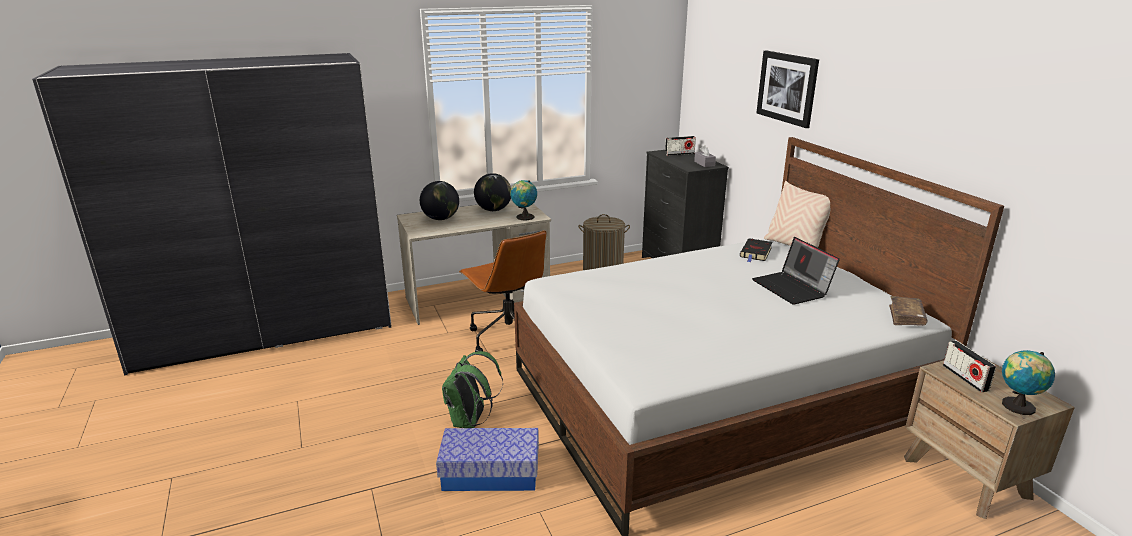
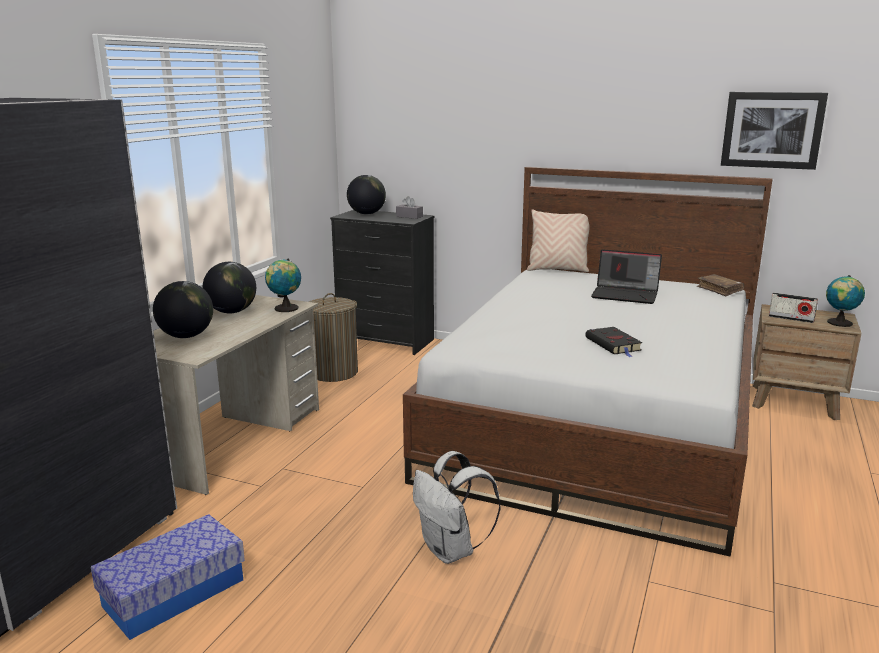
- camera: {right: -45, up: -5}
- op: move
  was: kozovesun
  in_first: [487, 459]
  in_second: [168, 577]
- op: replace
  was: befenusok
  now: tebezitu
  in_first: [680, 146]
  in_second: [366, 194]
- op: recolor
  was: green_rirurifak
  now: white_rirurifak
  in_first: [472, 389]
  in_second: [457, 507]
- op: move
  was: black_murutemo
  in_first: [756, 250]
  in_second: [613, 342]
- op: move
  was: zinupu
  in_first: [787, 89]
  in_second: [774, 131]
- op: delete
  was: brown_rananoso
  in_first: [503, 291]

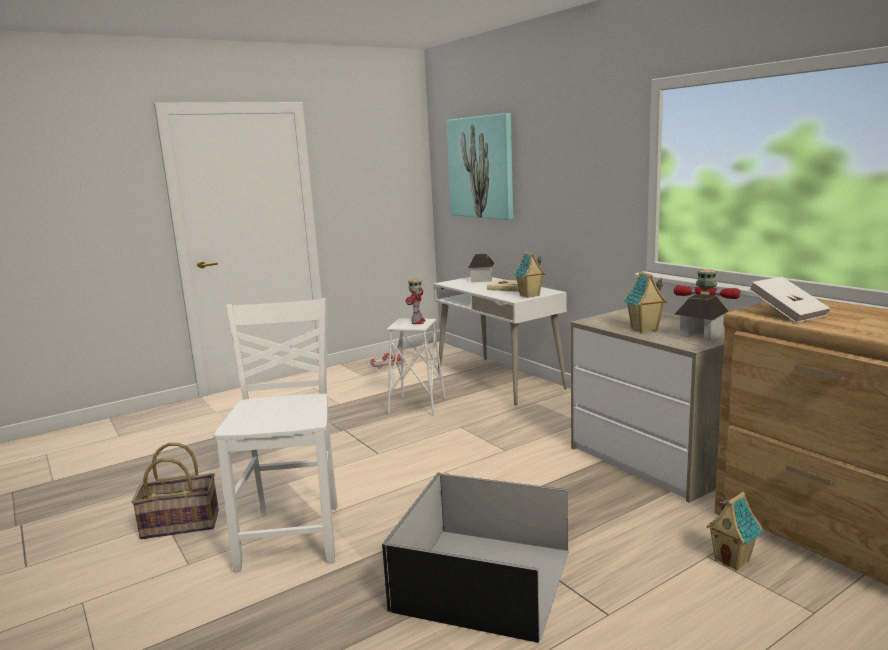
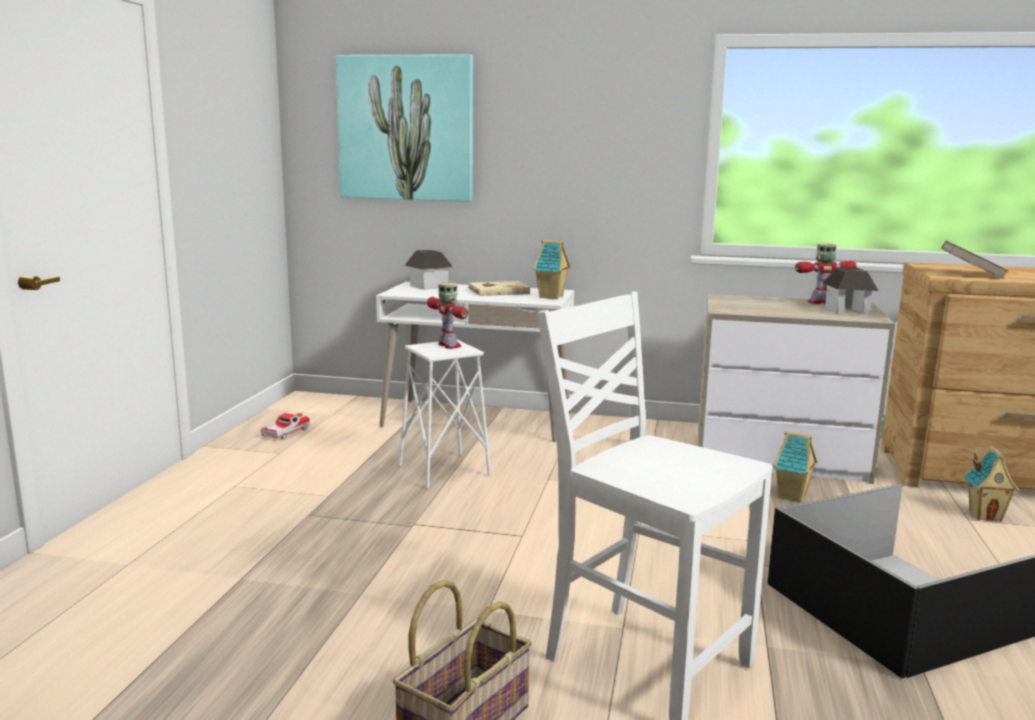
- camera: {right: -45, up: 0}
- op: move
  was: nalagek
  in_first: [645, 302]
  in_second: [795, 467]
- op: recolor
  was: white_murutemo
  now: brown_murutemo
  in_first: [789, 300]
  in_second: [975, 259]

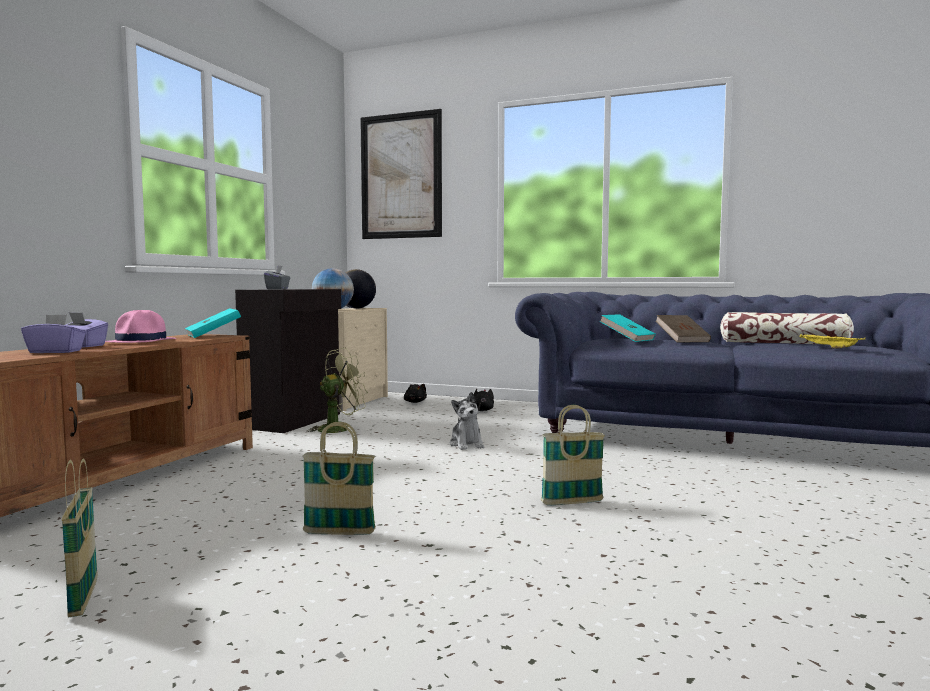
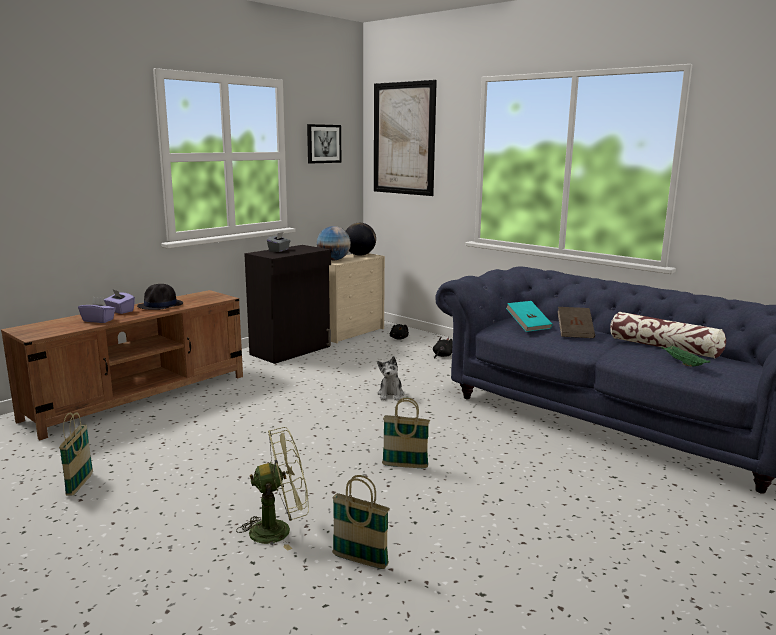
- camera: {right: 20, up: 10}
- op: recolor
  was: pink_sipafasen
  now: black_sipafasen
  in_first: [140, 326]
  in_second: [160, 297]
- op: move
  was: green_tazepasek
  in_first: [337, 390]
  in_second: [272, 489]
- op: insert
  now: zinupu
  in_second: [324, 144]
- op: move
  was: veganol
  in_first: [339, 478]
  in_second: [361, 522]
- op: recolor
  was: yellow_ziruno
  now: green_ziruno
  in_first: [832, 341]
  in_second: [685, 356]
- op: delete
  was: turquoise_murutemo
  in_first: [213, 323]

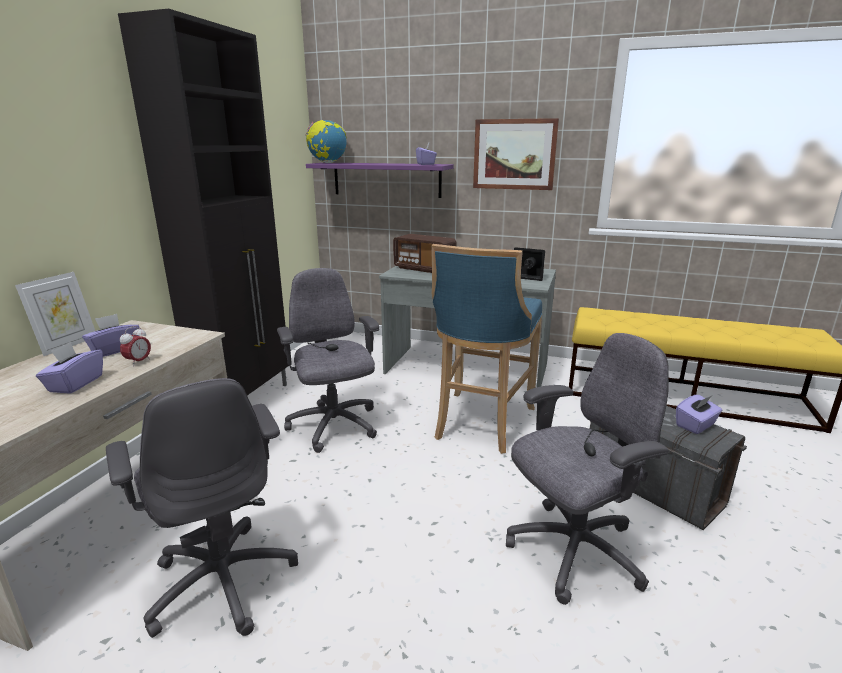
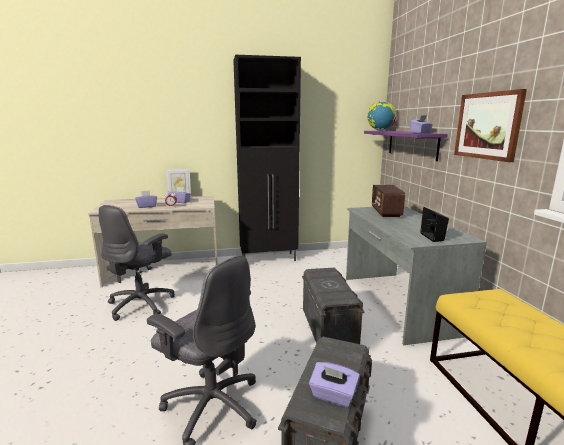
- camera: {right: 60, up: -5}
- op: replace
  was: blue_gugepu
  now: grey_kozovesun
  in_first: [486, 349]
  in_second: [333, 306]
- op: delete
  was: grey_rananoso
  in_first: [328, 360]

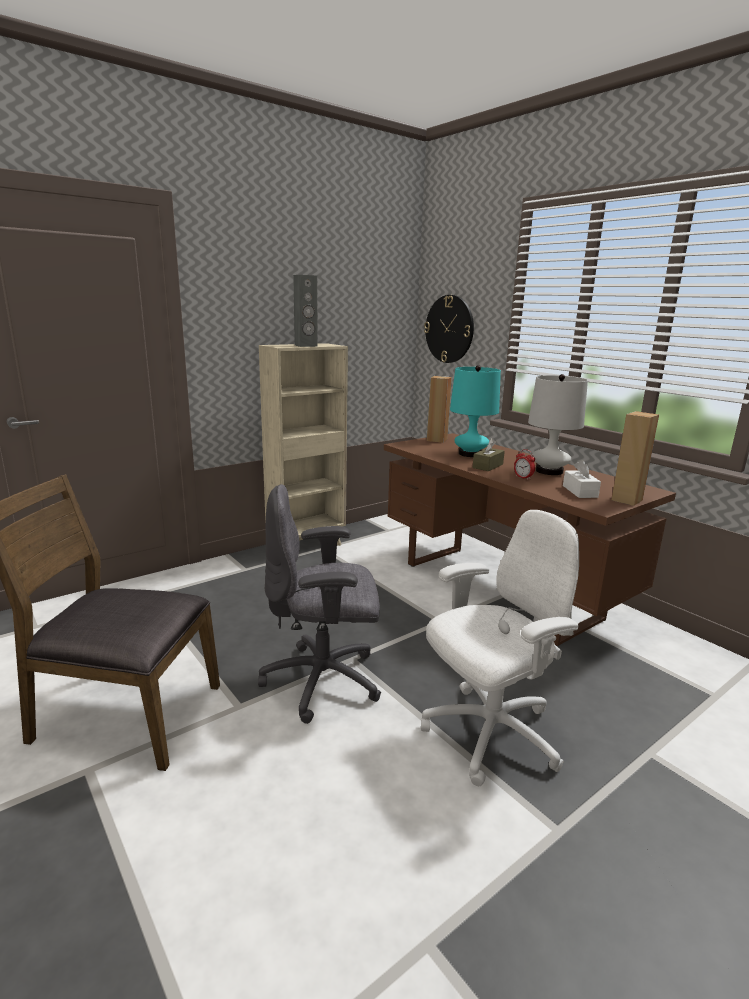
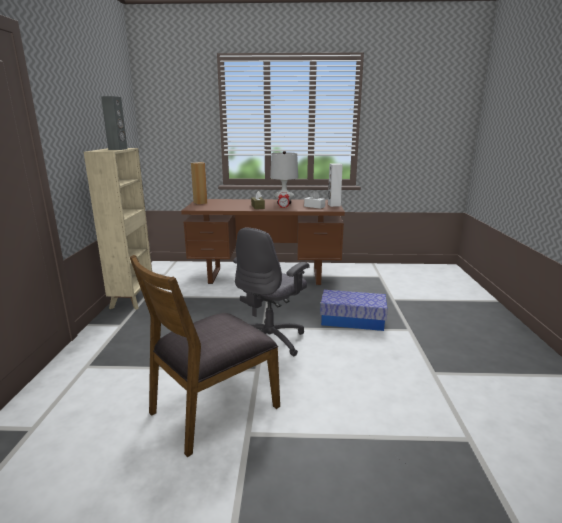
- camera: {right: -50, up: 0}
- op: replace
  was: white_rananoso
  now: kozovesun
  in_first: [500, 648]
  in_second: [354, 310]
- op: recolor
  was: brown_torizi
  now: white_torizi
  in_first: [635, 458]
  in_second: [335, 185]
- op: delete
  was: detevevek
  in_first: [449, 329]
- op: delete
  was: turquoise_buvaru
  in_first: [475, 411]

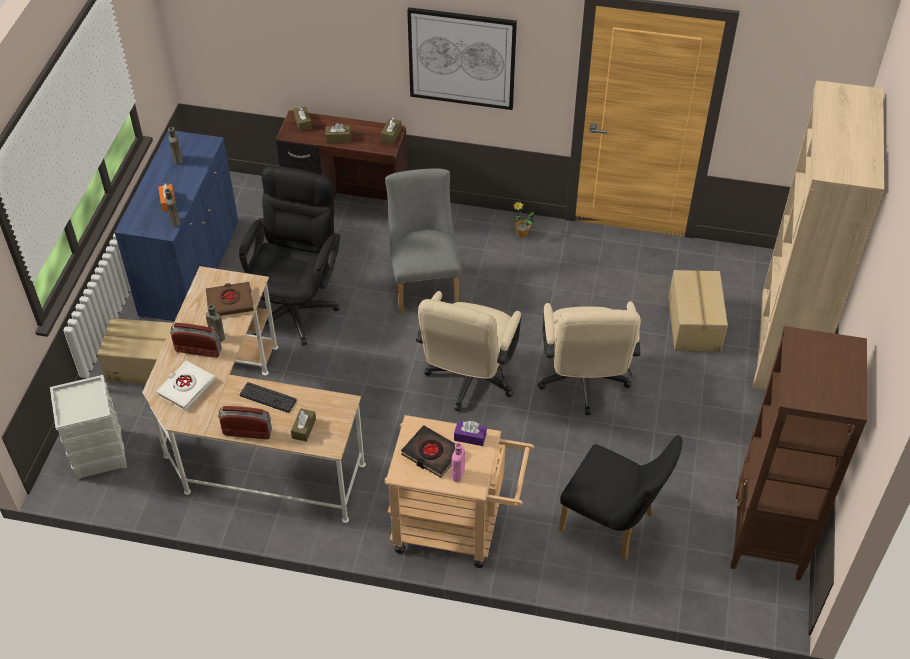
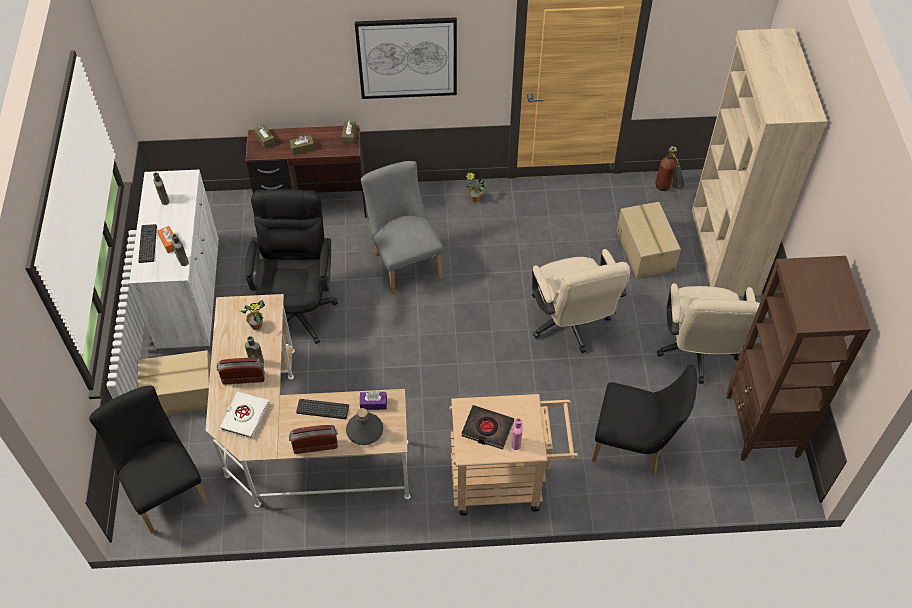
- camera: {right: -15, up: 5}
- op: replace
  was: grey_kozovesun
  now: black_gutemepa
  in_first: [88, 427]
  in_second: [148, 459]
- op: recolor
  was: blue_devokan
  now: white_devokan
  in_first: [176, 226]
  in_second: [174, 259]
- op: insert
  now: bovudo
  in_second: [147, 243]
- op: replace
  was: brown_murutemo
  now: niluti
  in_first: [230, 299]
  in_second: [252, 315]
- op: replace
  was: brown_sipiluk
  now: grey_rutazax
  in_first: [303, 425]
  in_second: [364, 426]
- op: move
  was: purple_sipiluk
  in_first: [470, 433]
  in_second: [373, 400]
- op: insert
  now: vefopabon
  in_second: [670, 168]
- op: move
  was: beige_rananoso
  in_first: [469, 351]
  in_second: [708, 333]

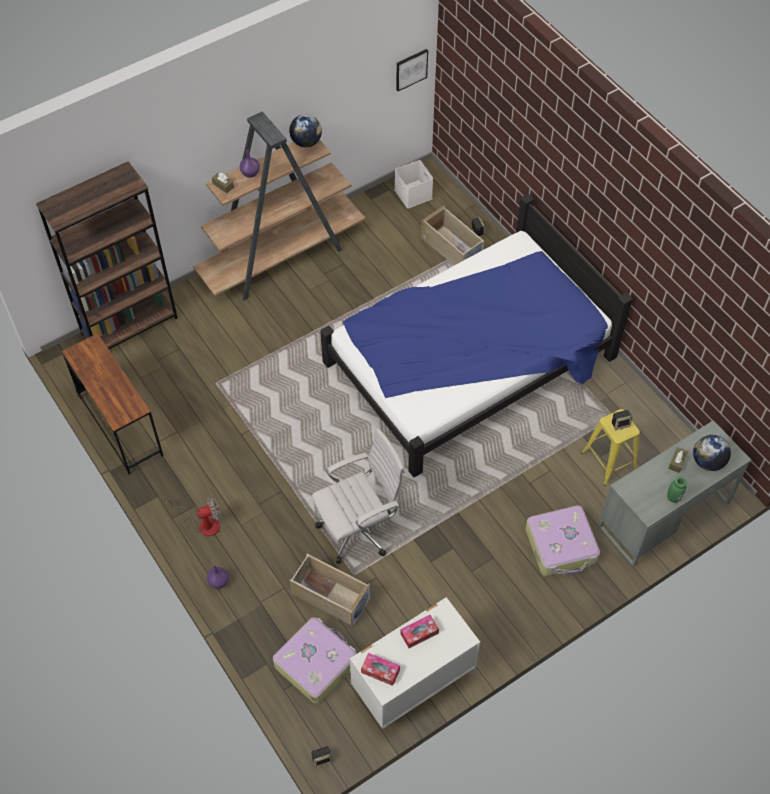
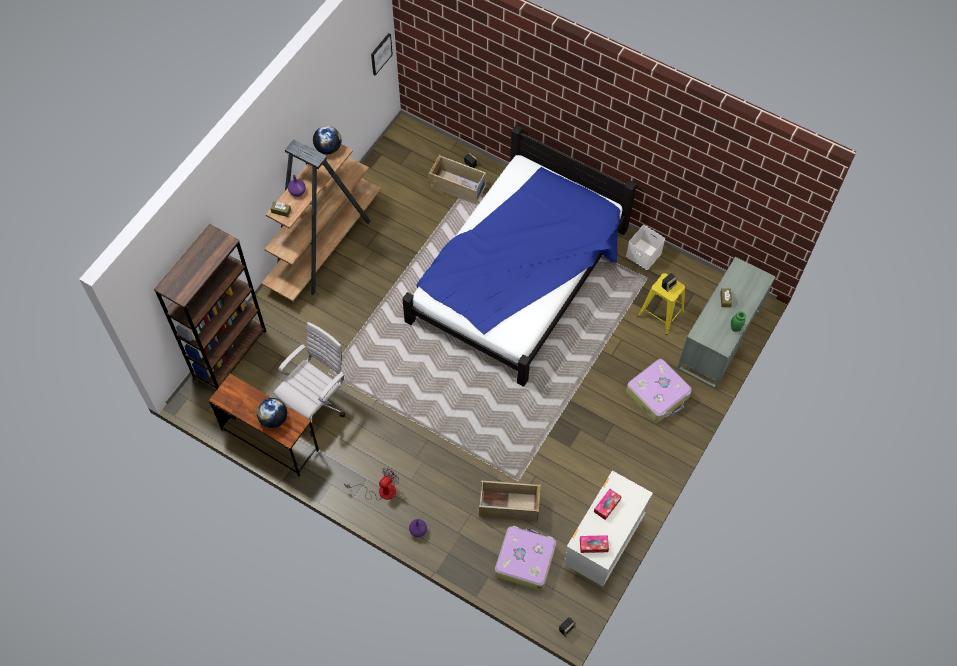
- camera: {right: -25, up: 5}
- op: move
  was: tebezitu
  in_first: [712, 453]
  in_second: [272, 413]
- op: move
  was: white_rananoso
  in_first: [358, 496]
  in_second: [309, 379]
- op: move
  was: white_kozovesun
  in_first: [414, 184]
  in_second: [645, 247]

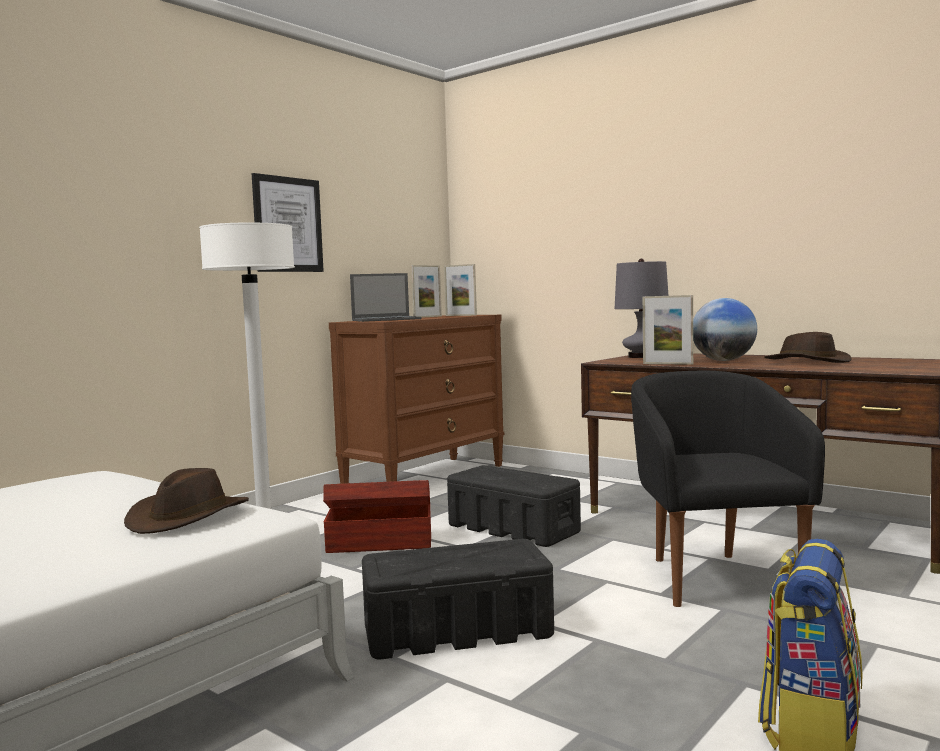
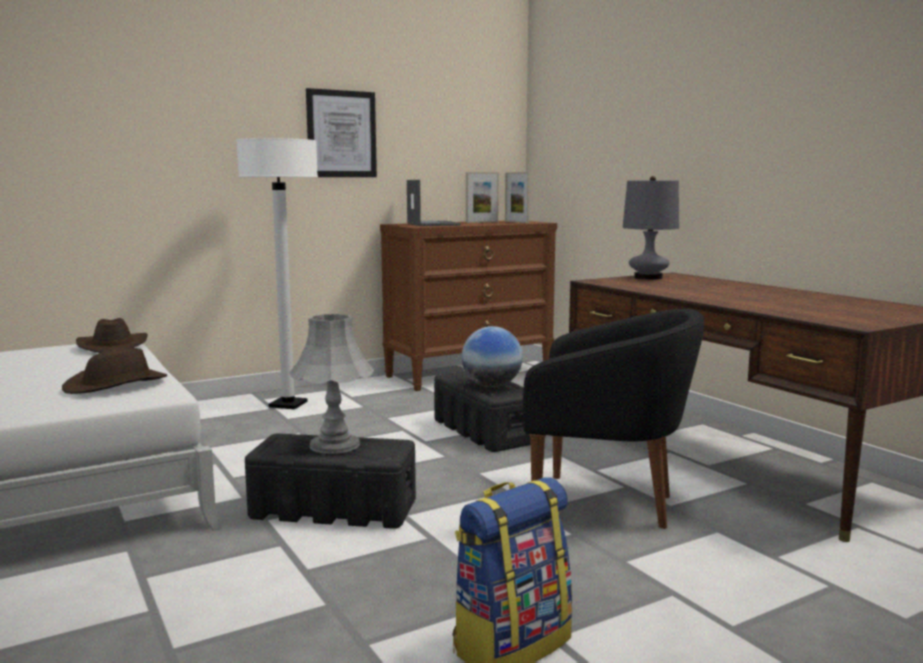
- camera: {right: 20, up: 5}
- op: move
  was: brown_sipafasen
  in_first: [808, 347]
  in_second: [112, 335]
- op: insert
  now: grey_buvaru
  in_second: [331, 384]
- op: rotate
  was: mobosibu
  in_first: [386, 297]
  in_second: [434, 203]
  clockwise: -105
- op: move
  was: tebezitu
  in_first: [725, 329]
  in_second: [492, 356]
- op: rotate
  was: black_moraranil
  in_first: [728, 489]
  in_second: [613, 419]
  clockwise: 90
- op: delete
  was: brown_kozovesun
  in_first: [377, 516]
- op: delete
  was: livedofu
  in_first: [668, 330]

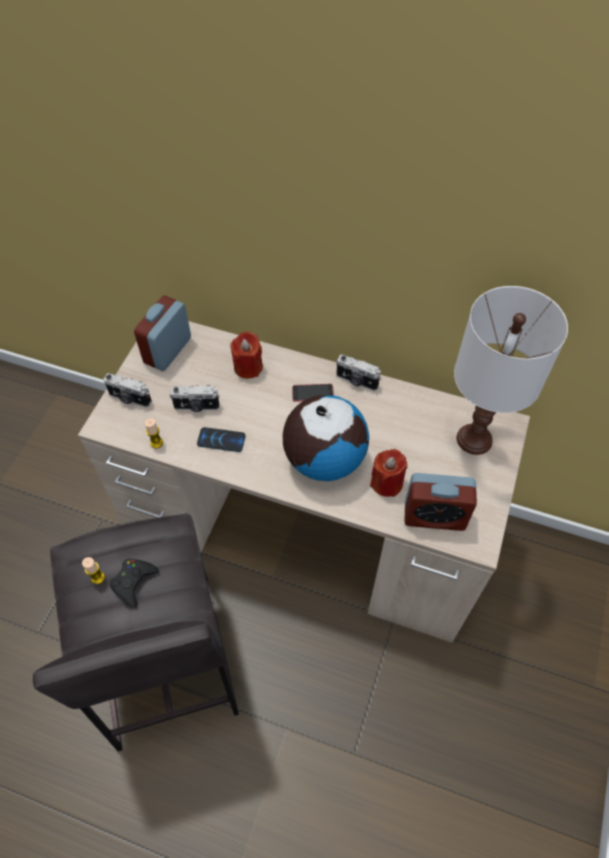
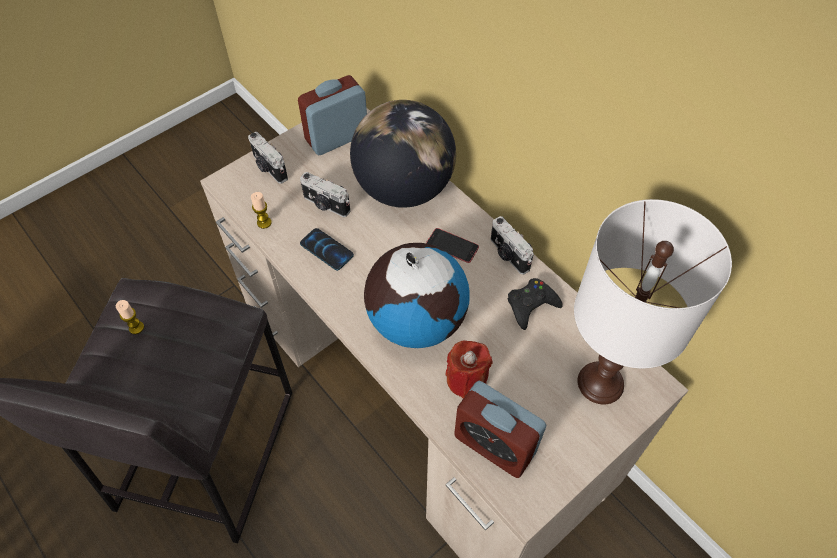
- camera: {right: 30, up: 0}
- op: replace
  was: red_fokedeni
  now: tebezitu
  in_first: [246, 355]
  in_second: [403, 154]
- op: move
  was: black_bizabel
  in_first: [134, 583]
  in_second: [535, 304]

